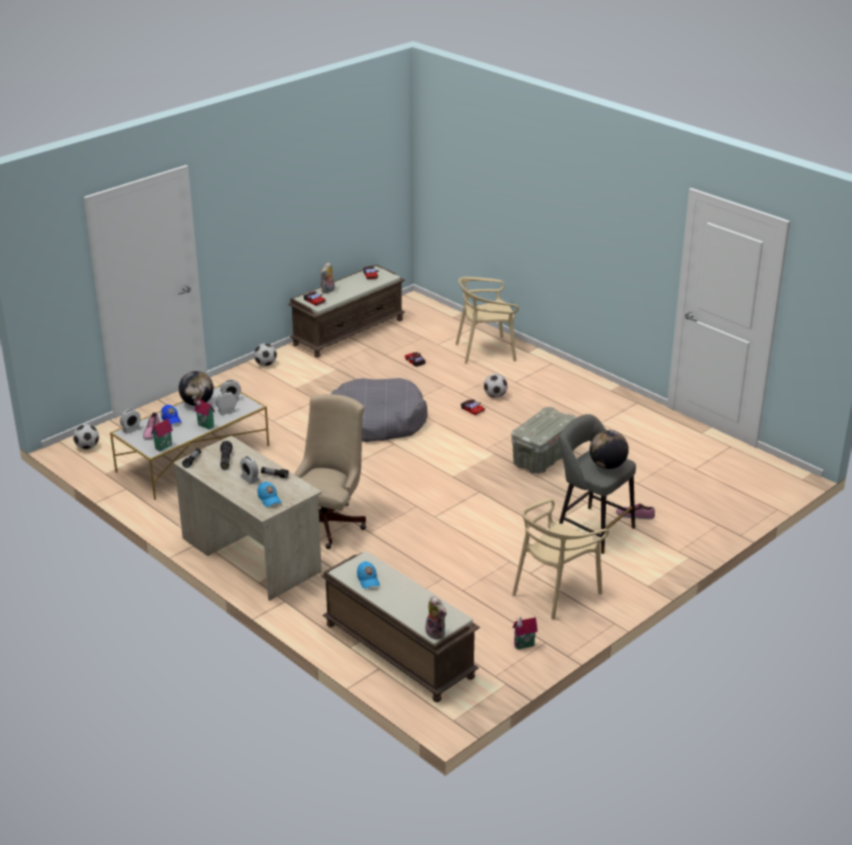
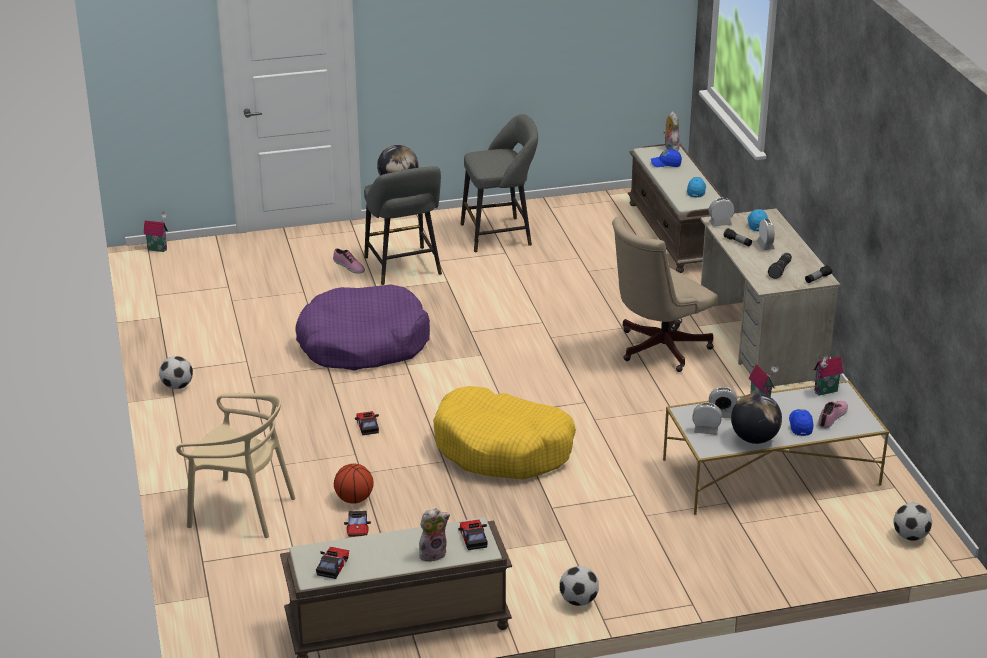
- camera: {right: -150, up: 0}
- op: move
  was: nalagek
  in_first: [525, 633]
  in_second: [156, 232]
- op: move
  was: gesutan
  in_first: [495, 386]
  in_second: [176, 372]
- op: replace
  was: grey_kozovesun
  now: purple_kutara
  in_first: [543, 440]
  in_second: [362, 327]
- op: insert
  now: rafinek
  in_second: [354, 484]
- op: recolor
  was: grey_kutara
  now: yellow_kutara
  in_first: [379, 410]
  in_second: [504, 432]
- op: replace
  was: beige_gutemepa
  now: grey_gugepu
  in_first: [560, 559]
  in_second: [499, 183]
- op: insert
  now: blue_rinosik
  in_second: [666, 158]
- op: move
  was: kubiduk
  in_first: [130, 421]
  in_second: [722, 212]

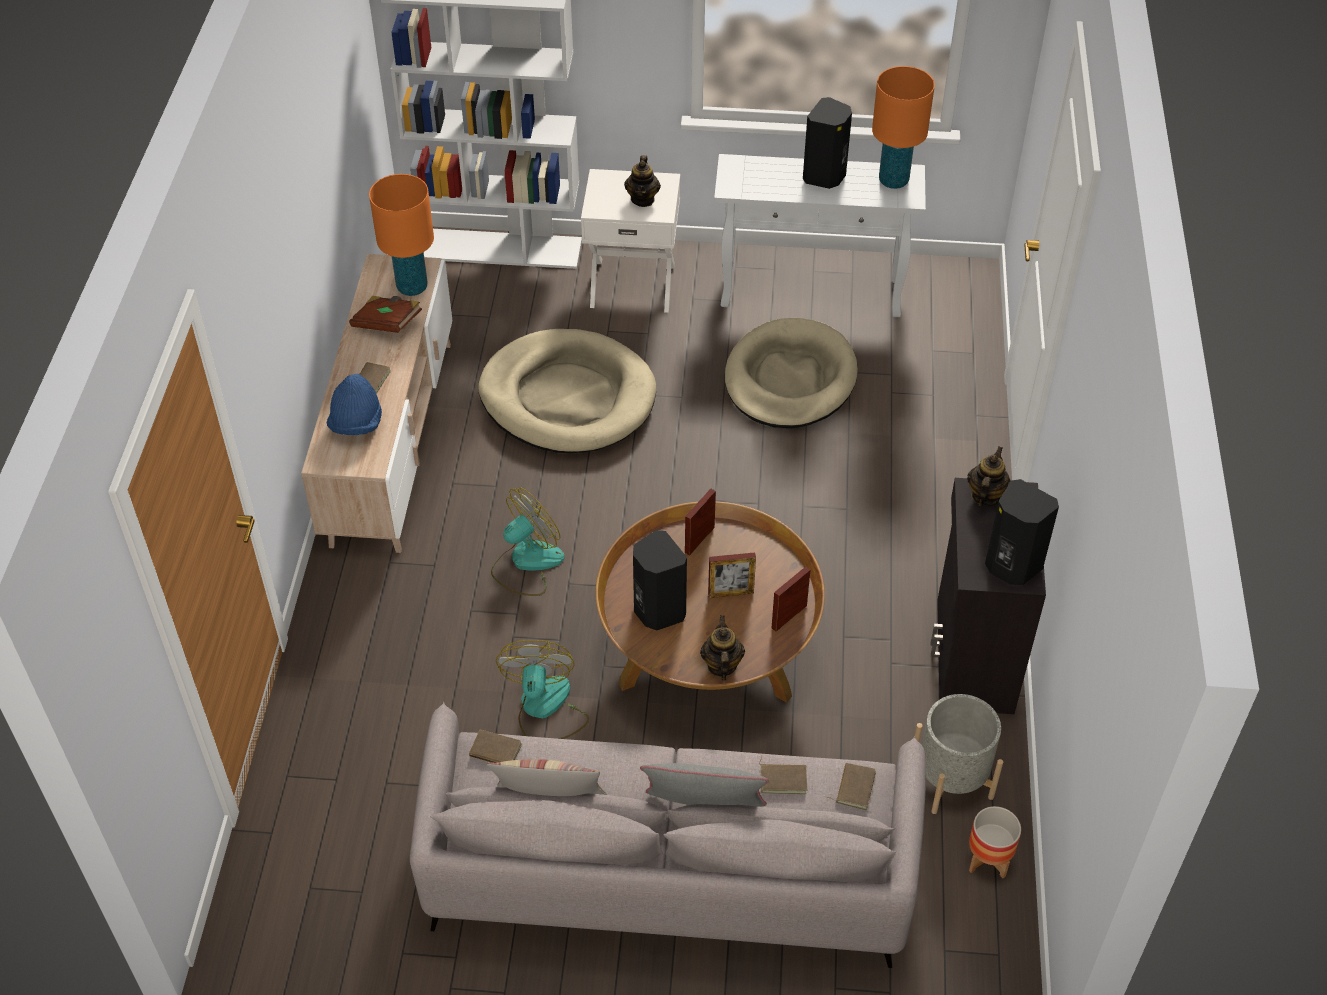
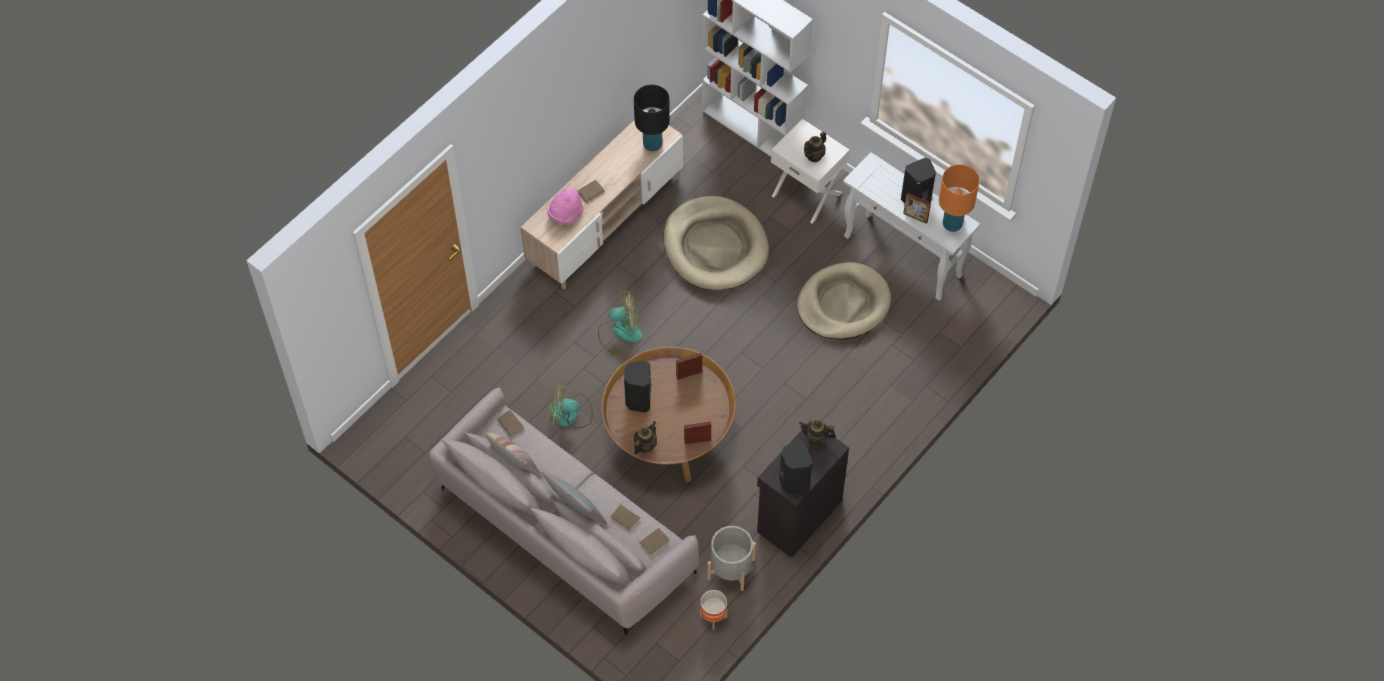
- camera: {right: 35, up: 10}
- op: recolor
  was: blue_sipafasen
  now: pink_sipafasen
  in_first: [354, 404]
  in_second: [565, 206]
- op: rotate
  was: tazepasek
  in_first: [542, 689]
  in_second: [571, 404]
  clockwise: -120
- op: recolor
  was: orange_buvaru
  now: black_buvaru
  in_first: [401, 235]
  in_second: [652, 118]
- op: rotate
  was: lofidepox
  in_first: [989, 476]
  in_second: [817, 432]
  clockwise: -135
- op: move
  was: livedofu
  in_first: [732, 575]
  in_second: [917, 208]
- op: delete
  was: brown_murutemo
  in_first: [385, 314]

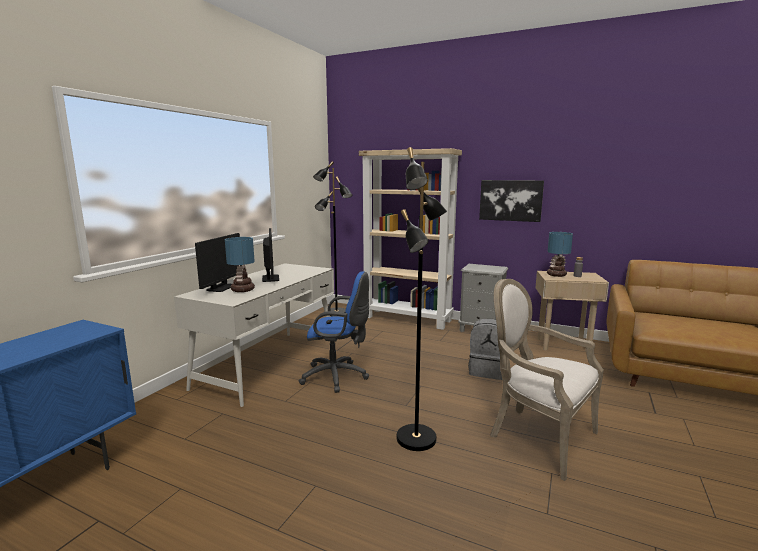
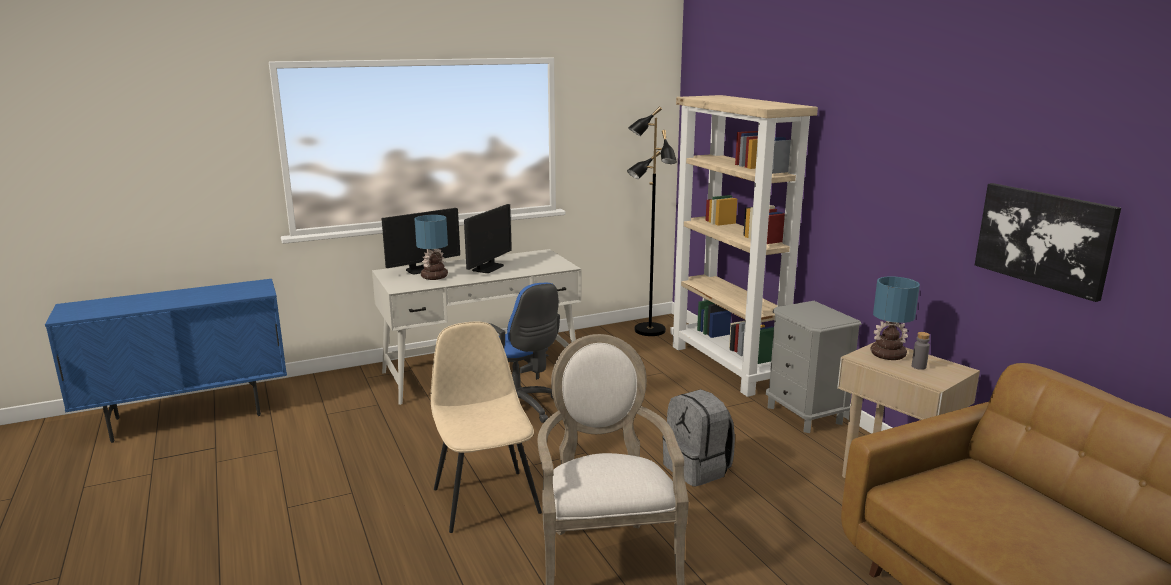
- camera: {right: 40, up: 5}
- op: replace
  was: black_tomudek
  now: beige_gutemepa
  in_first: [421, 299]
  in_second: [486, 427]
- op: move
  was: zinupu
  in_first: [511, 201]
  in_second: [1048, 242]

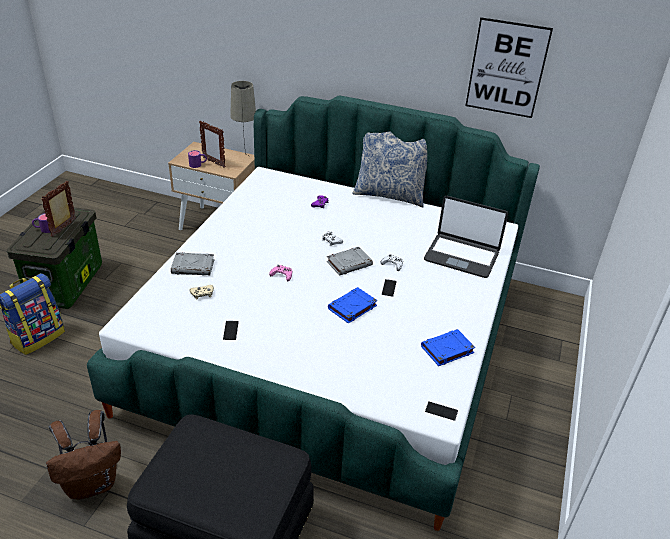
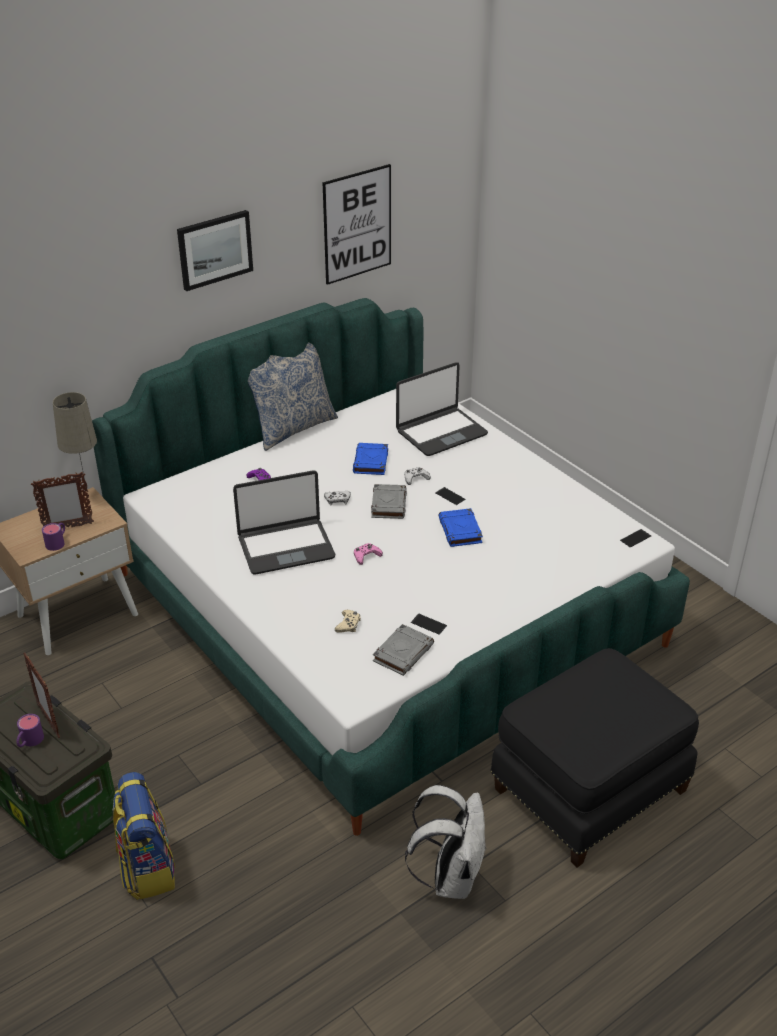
- camera: {right: -55, up: 0}
- op: insert
  now: zinupu
  in_second: [215, 250]
- op: insert
  now: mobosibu
  in_second: [284, 522]
- op: move
  was: blue_murutemo
  in_first: [448, 347]
  in_second: [370, 459]
- op: move
  was: grey_murutemo
  in_first: [192, 264]
  in_second: [403, 650]
- op: recolor
  was: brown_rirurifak
  now: white_rirurifak
  in_first: [83, 455]
  in_second: [446, 842]

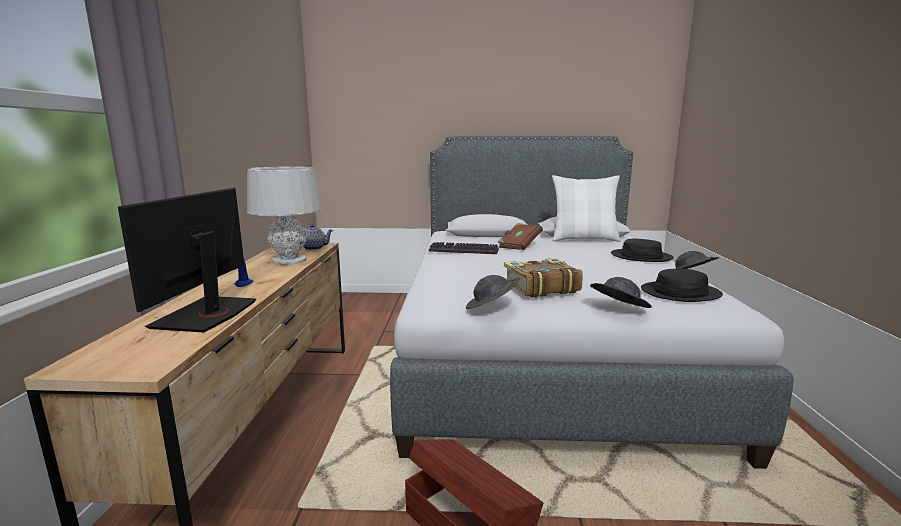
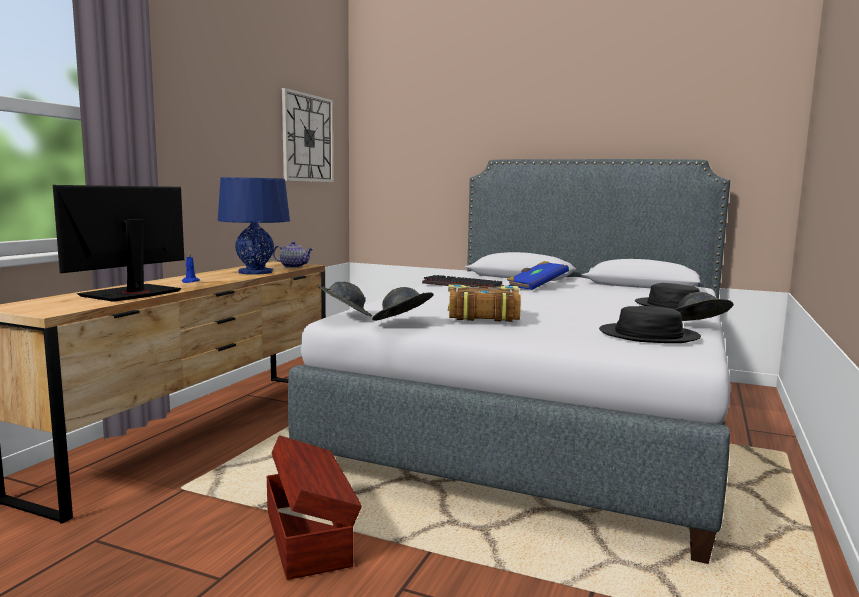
- camera: {right: 20, up: -5}
- op: recolor
  was: grey_buvaru
  now: blue_buvaru
  in_first: [284, 215]
  in_second: [253, 226]
- op: insert
  now: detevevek
  in_second: [308, 135]
- op: move
  was: grey_sipafasen
  in_first: [621, 292]
  in_second: [345, 299]
- op: recolor
  was: brown_murutemo
  now: blue_murutemo
  in_first: [520, 236]
  in_second: [538, 275]
- op: delete
  was: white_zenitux
  in_first: [586, 208]

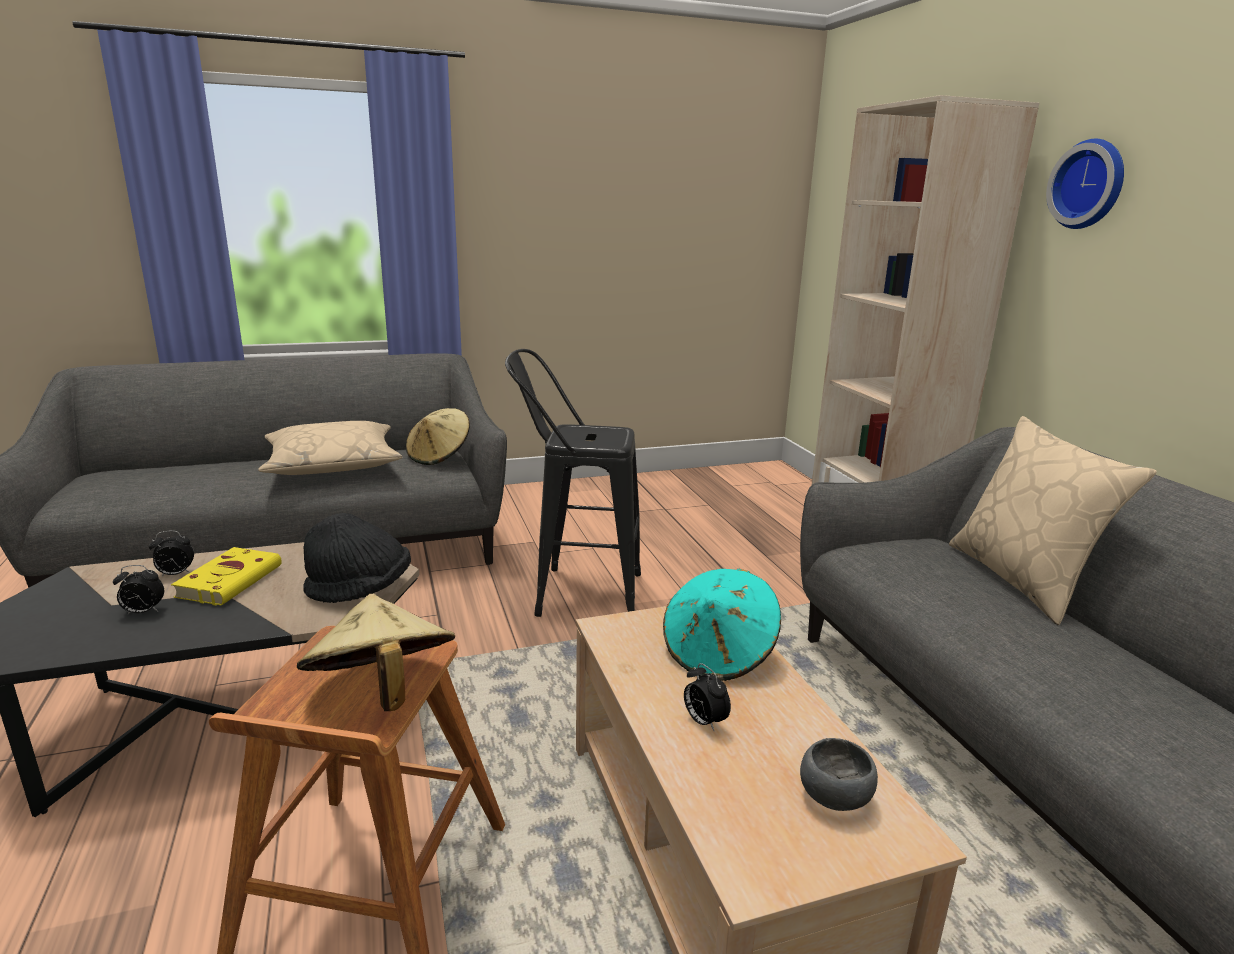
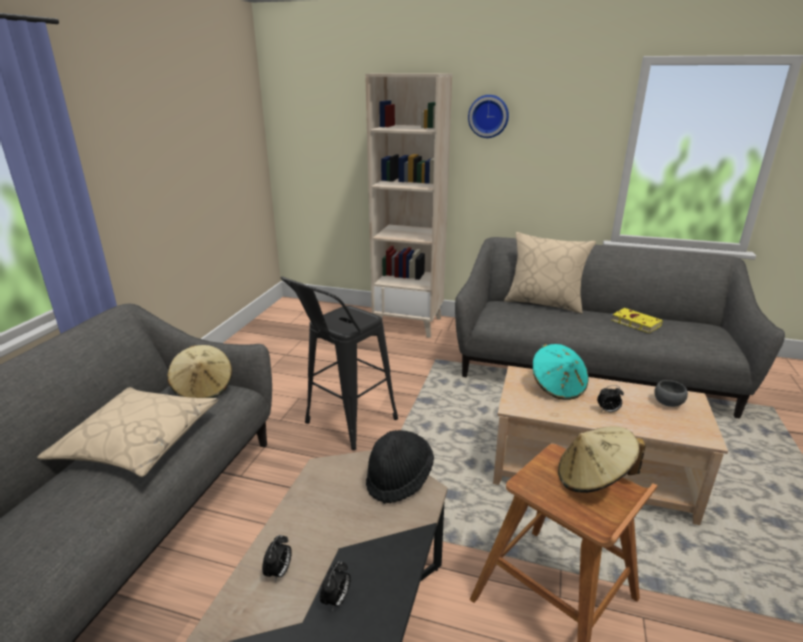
- camera: {right: -55, up: 5}
- op: move
  was: yellow_murutemo
  in_first: [226, 576]
  in_second: [636, 320]

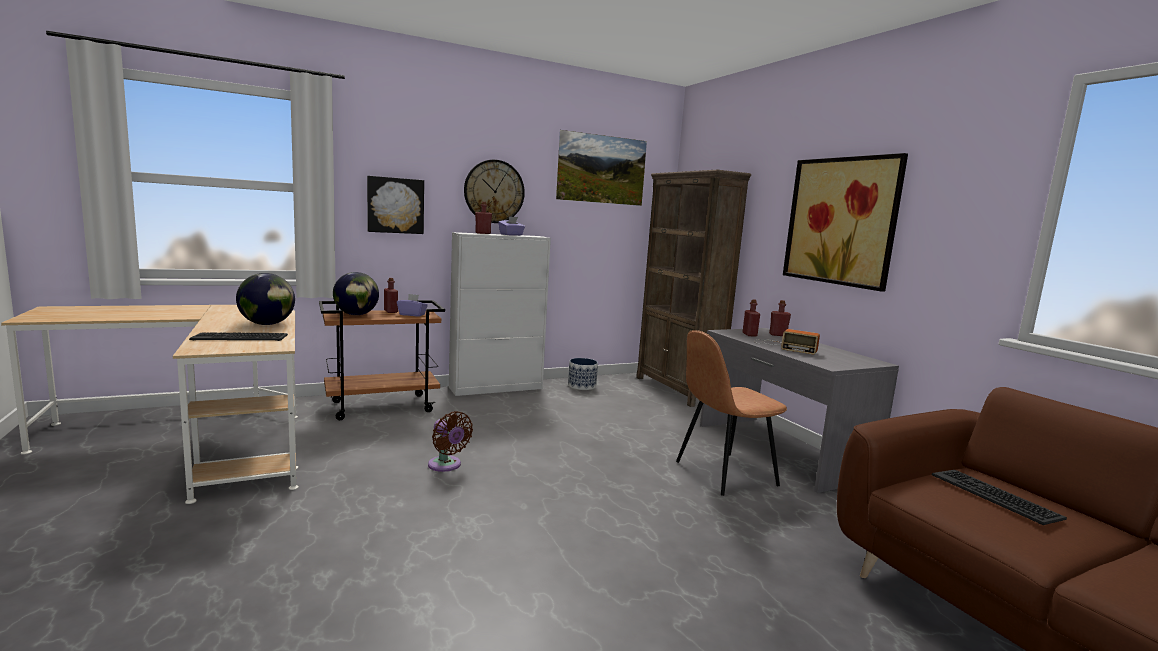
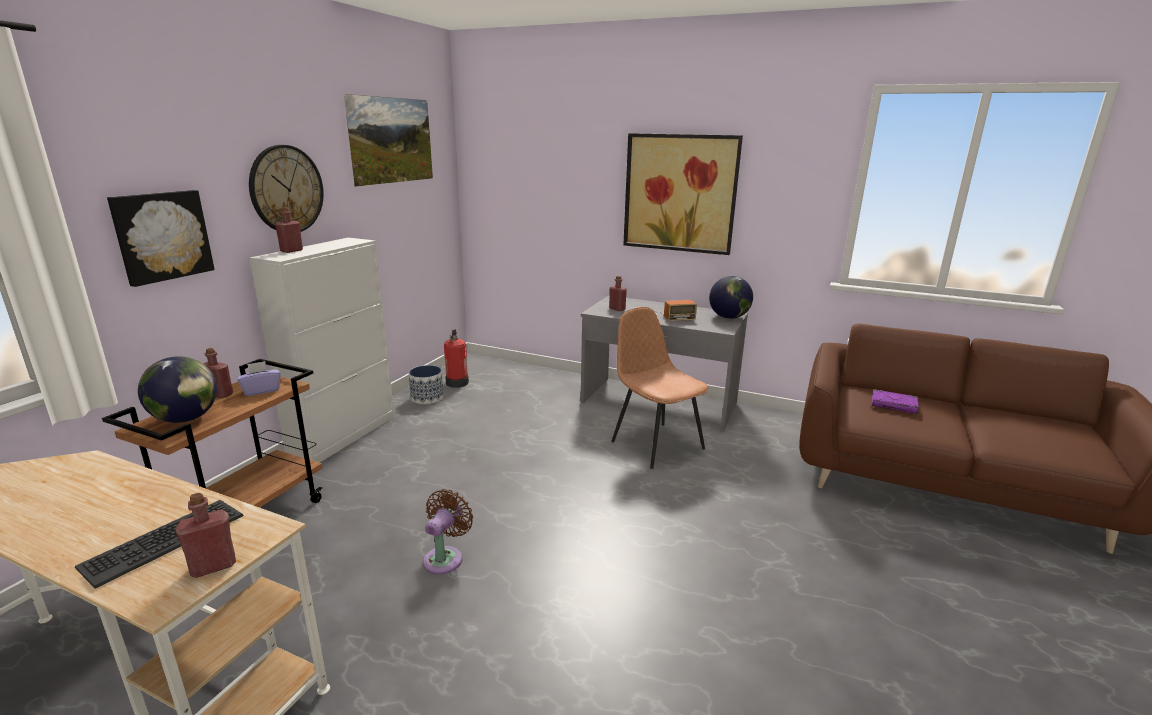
- camera: {right: -40, up: 10}
- op: move
  was: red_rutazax
  in_first: [780, 318]
  in_second: [206, 535]
- op: rotate
  was: brown_tazepasek
  in_first: [450, 441]
  in_second: [448, 532]
  clockwise: -75
- op: insert
  now: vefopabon
  in_second: [456, 359]
- op: rotate
  was: brown_gutemepa
  in_first: [731, 413]
  in_second: [660, 388]
  clockwise: 120
- op: move
  was: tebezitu
  in_first: [265, 299]
  in_second: [731, 297]
- op: replace
  was: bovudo
  now: purple_murutemo
  in_first: [999, 497]
  in_second: [895, 401]
- op: delete
  was: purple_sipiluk
  in_first: [511, 226]
- op: delete
  was: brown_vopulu
  in_first: [693, 288]

